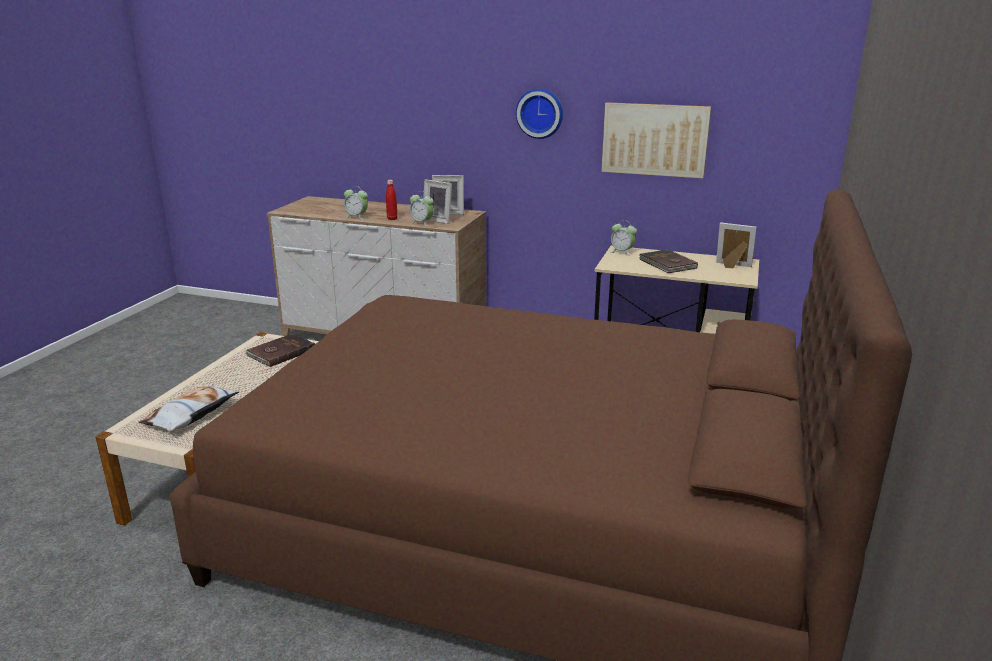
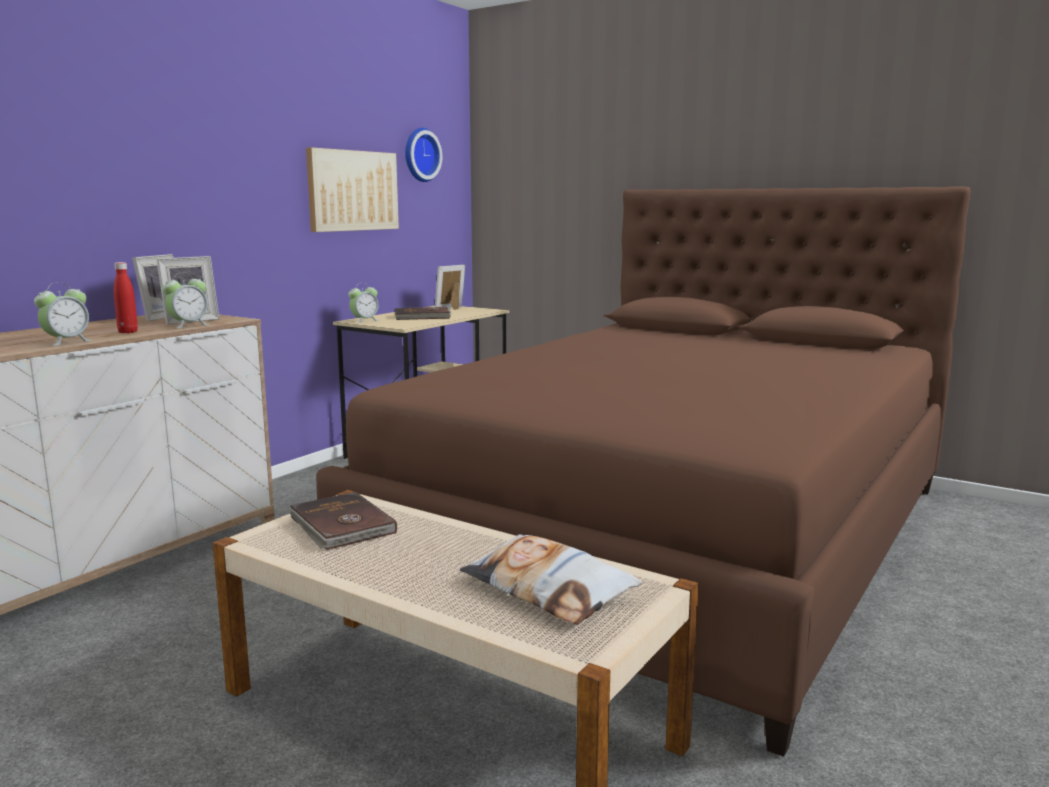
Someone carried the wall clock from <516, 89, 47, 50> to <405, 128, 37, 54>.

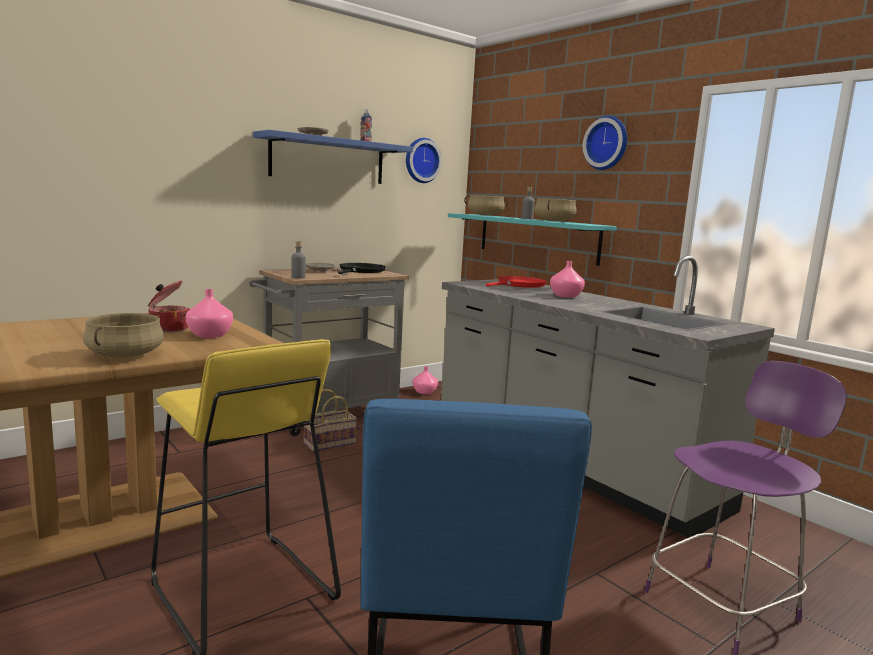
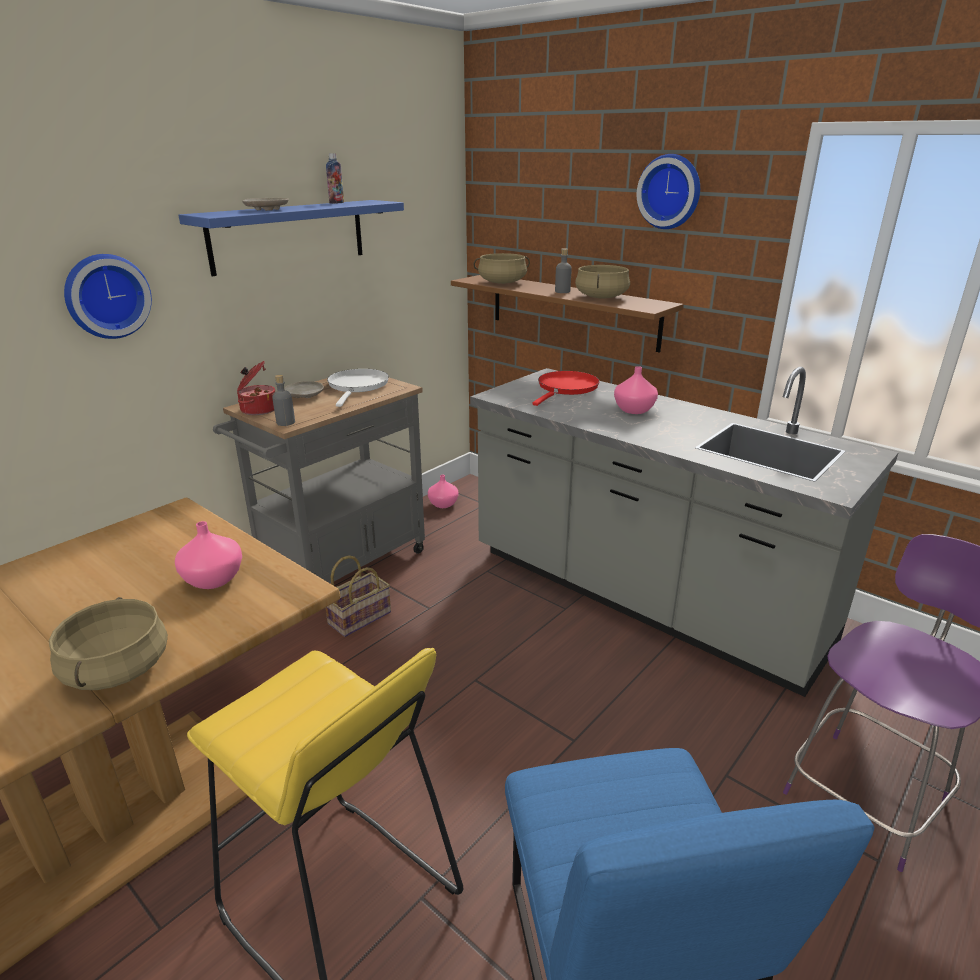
Someone carried the cooking pot from <147, 281, 43, 51> to <237, 361, 38, 54>.
Someone repainted the frying pan/black at <338, 263, 48, 11>, which became the frying pan/white at <327, 369, 62, 38>.
Someone carried the wall clock from <406, 138, 36, 45> to <64, 254, 88, 85>.
Someone repainted the shelf/turquoise at <448, 213, 169, 53>, which became the shelf/brown at <451, 275, 233, 78>.

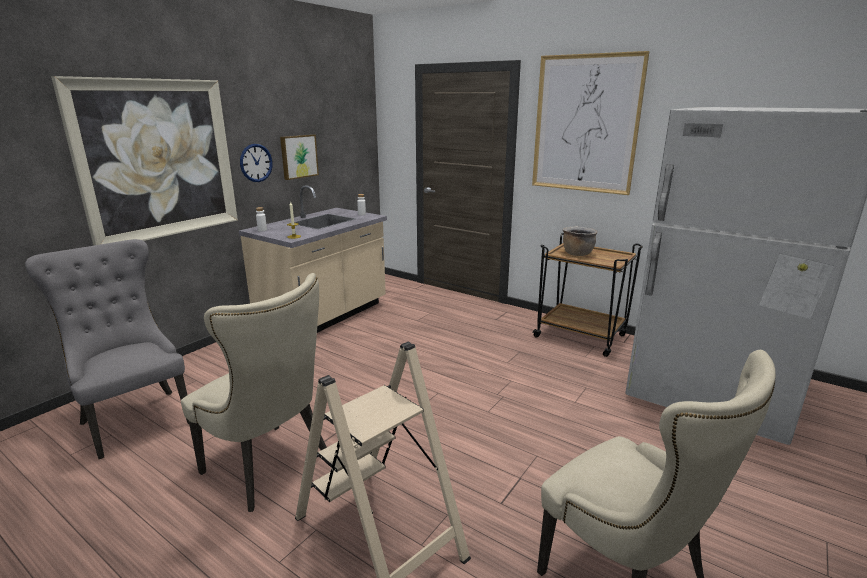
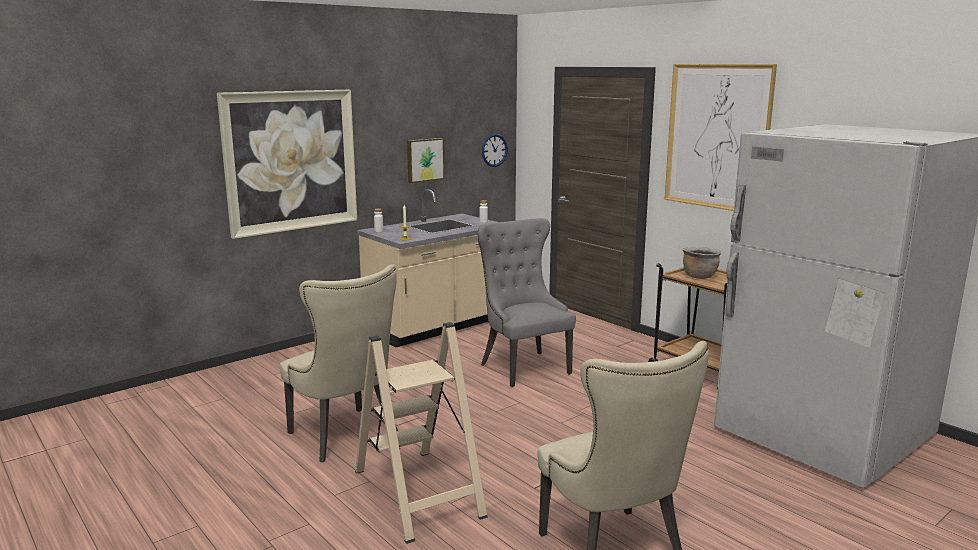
Someone carried the chair/grey from <25, 239, 164, 220> to <478, 218, 98, 169>.
Someone carried the wall clock from <240, 144, 33, 38> to <482, 134, 26, 33>.

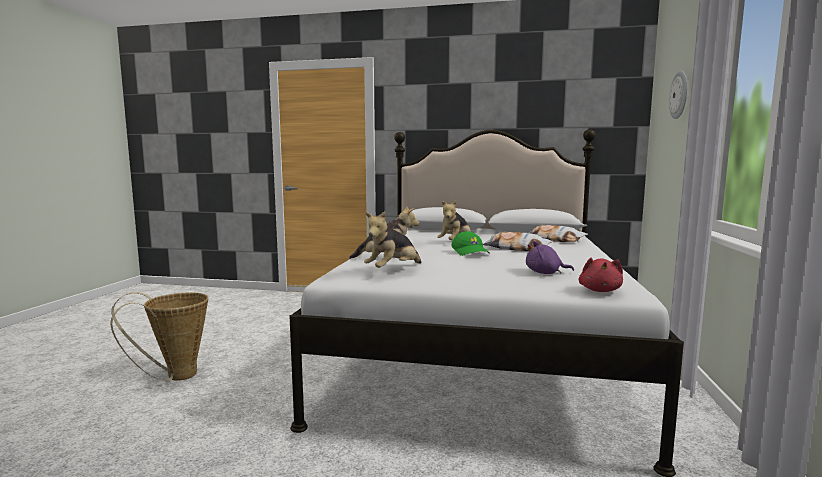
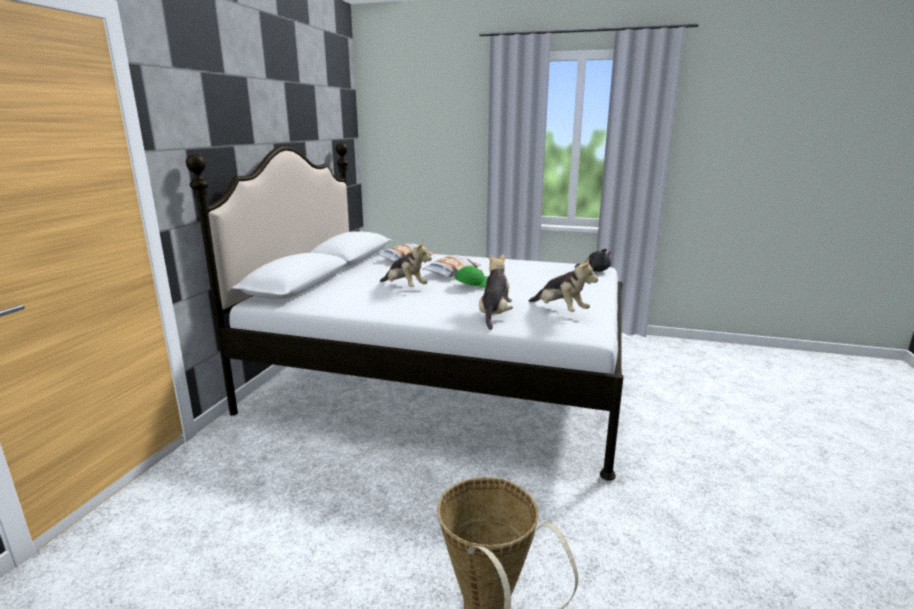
Someone took away the plush toy/purple at <526, 241, 48, 33>.
Someone repainted the plush toy/red at <579, 257, 44, 35>, which became the plush toy/black at <575, 249, 36, 23>.
Someone took away the wall clock at <669, 71, 19, 48>.

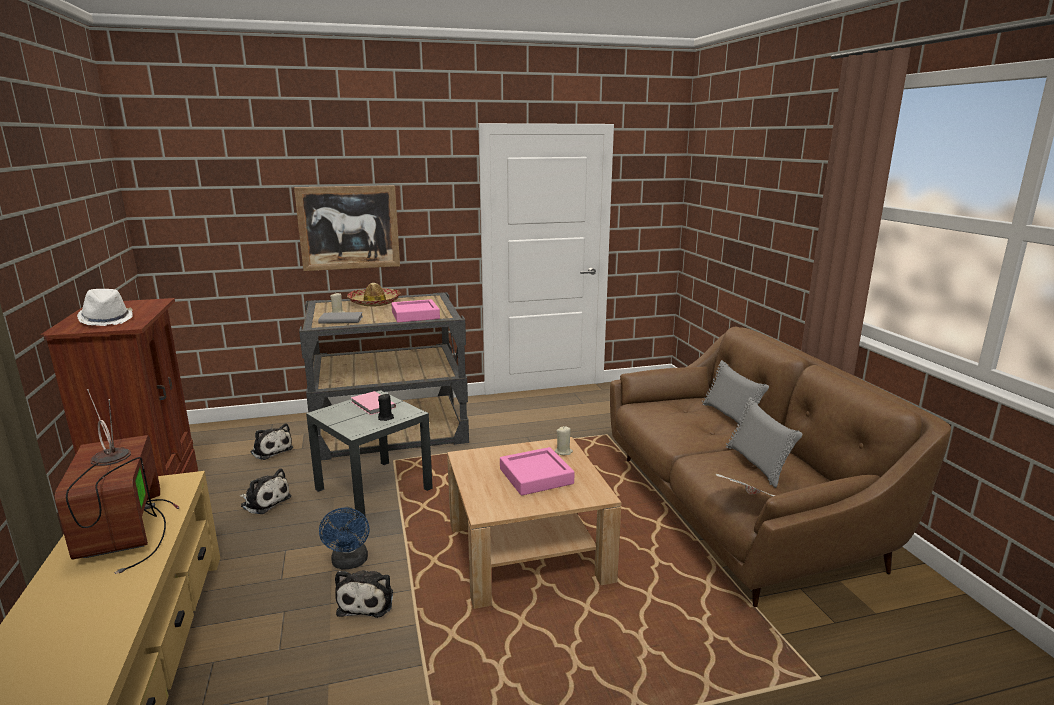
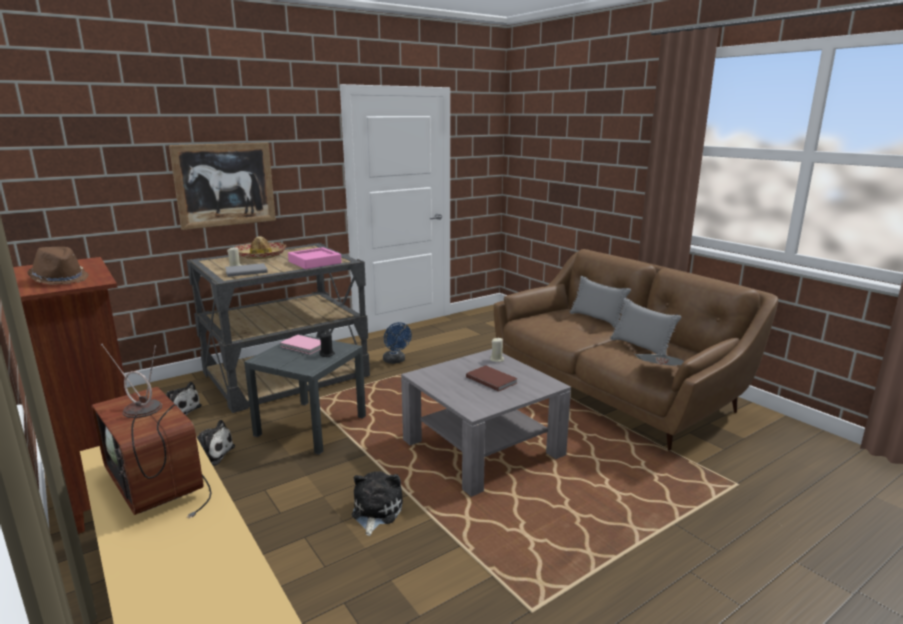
Someone repainted the hat/white at <77, 289, 56, 37>, which became the hat/brown at <27, 247, 62, 38>.
Someone carried the fan/blue from <319, 507, 50, 62> to <383, 322, 29, 42>.
Someone rotated the plush toy at <335, 570, 58, 48> by 150 degrees counterclockwise.
Someone repainted the coffee table/brown at <447, 437, 174, 172>, which became the coffee table/grey at <401, 349, 170, 148>.
Someone swapped the tray/pink at <500, 447, 75, 49> for the book/brown at <466, 365, 52, 27>.

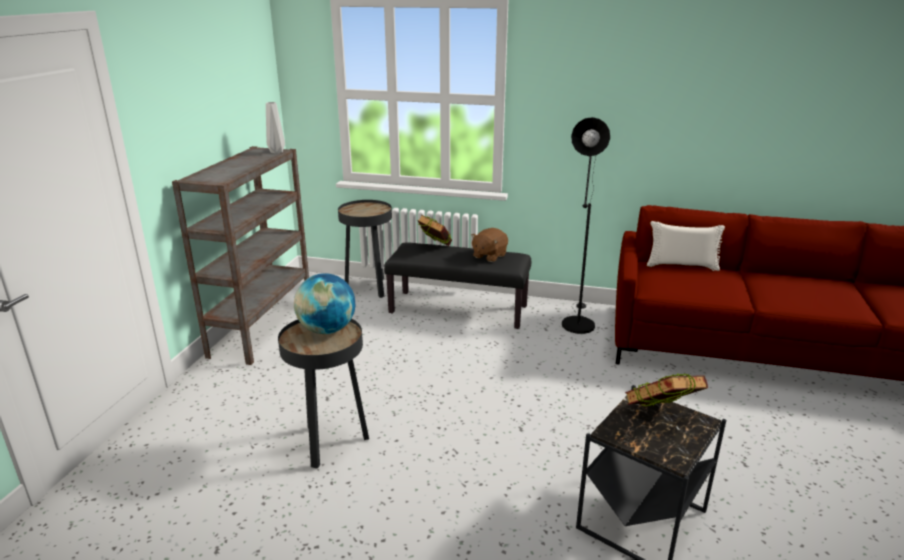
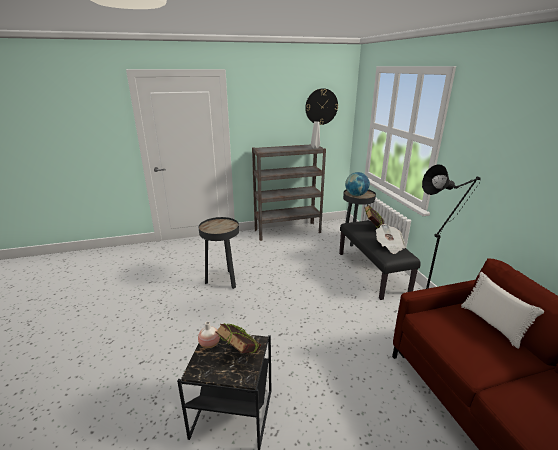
Someone carried the globe from <294, 273, 61, 61> to <345, 172, 25, 24>.
Someone swapped the plush toy/brown at <471, 228, 37, 34> for the newspaper at <376, 224, 30, 30>.
Someone put down the vase at <198, 321, 22, 27>.
Someone put up the wall clock at <305, 88, 33, 37>.

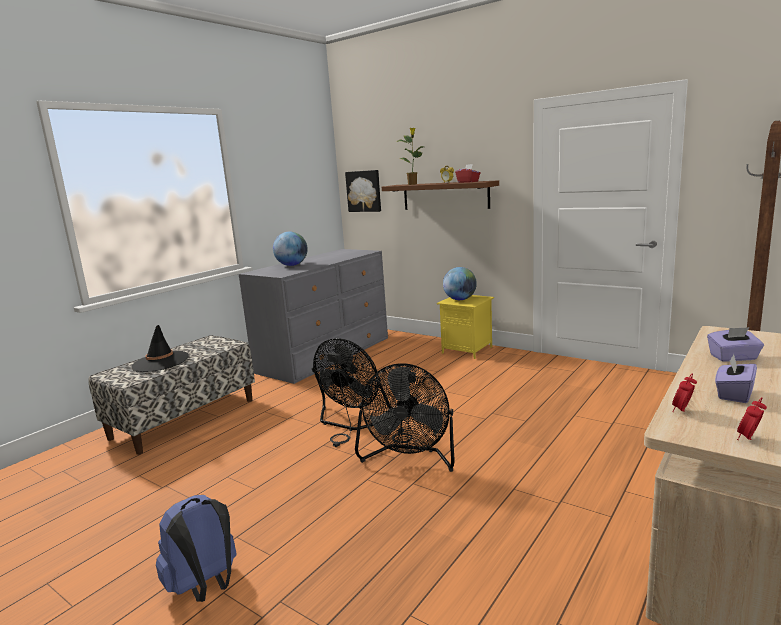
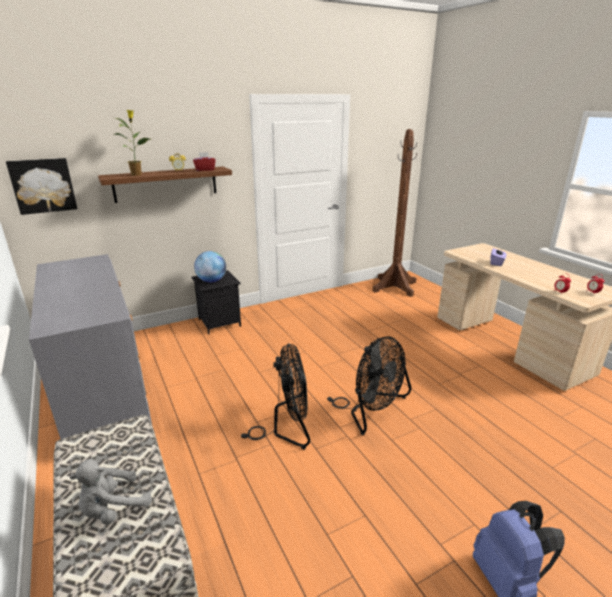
Someone swapped the hat/black at <131, 325, 58, 47> for the plush toy/grey at <70, 459, 82, 66>.
Someone took away the globe at <273, 232, 35, 34>.
Someone rotated the fan/black at <311, 339, 79, 108> by 120 degrees clockwise.
Someone repainted the nightstand/yellow at <437, 295, 57, 64>, which became the nightstand/black at <191, 270, 50, 64>.
Someone took away the tissue box/purple at <715, 354, 42, 49>.

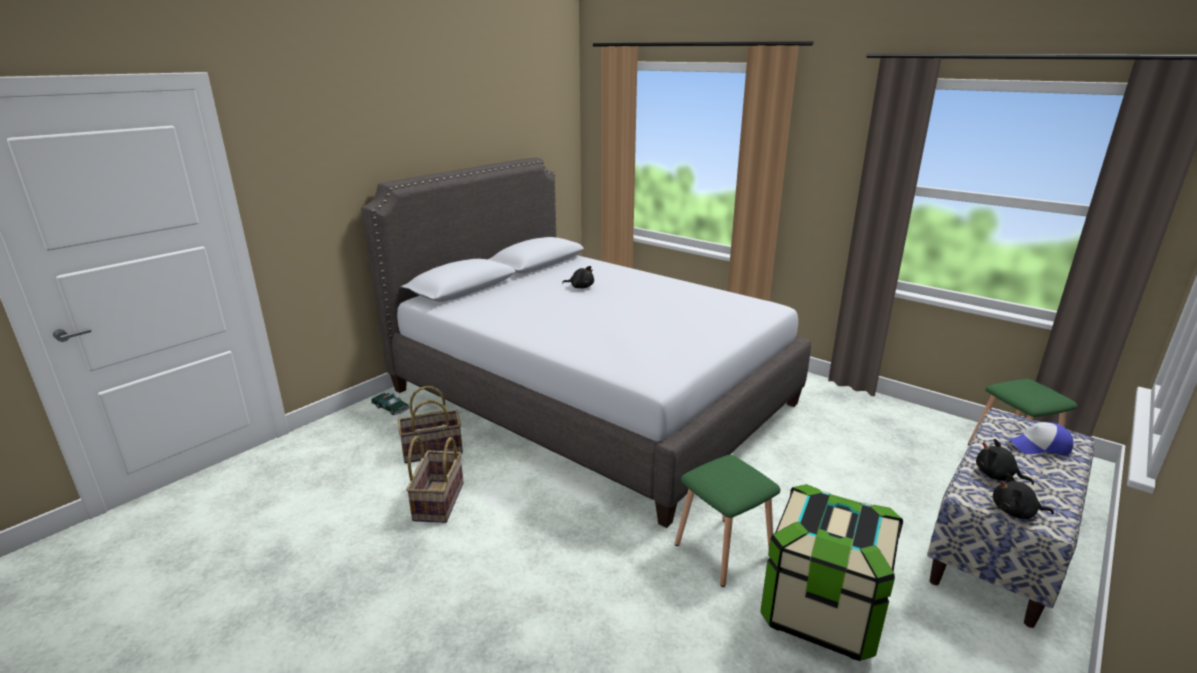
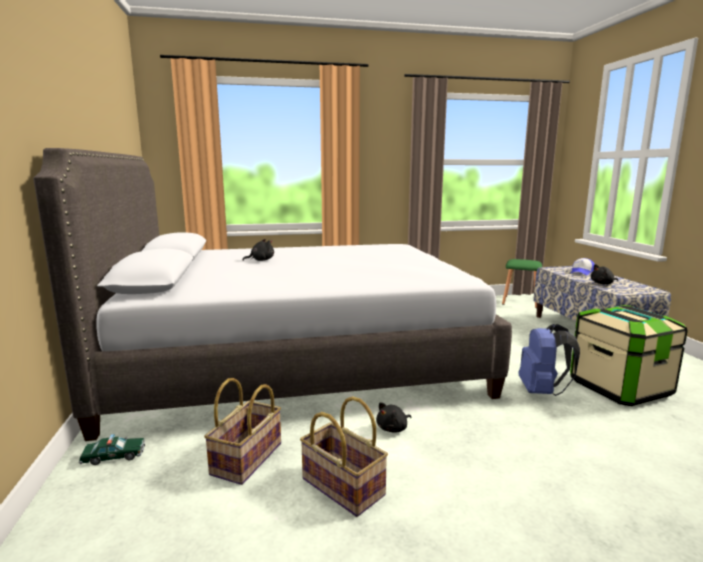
Someone swapped the stool/green at <675, 455, 105, 132> for the backpack/blue at <518, 324, 62, 72>.
Someone carried the plush toy/black from <993, 473, 61, 46> to <376, 402, 36, 30>.

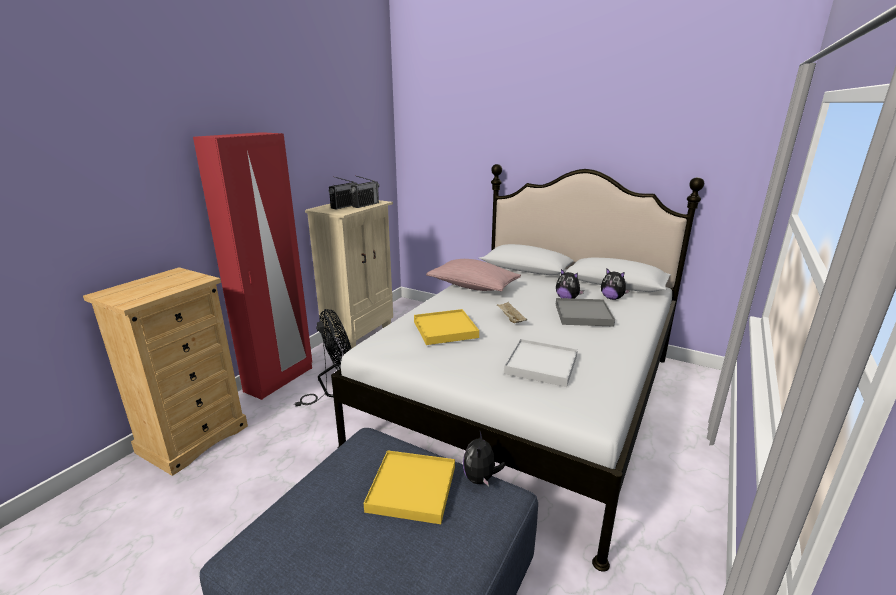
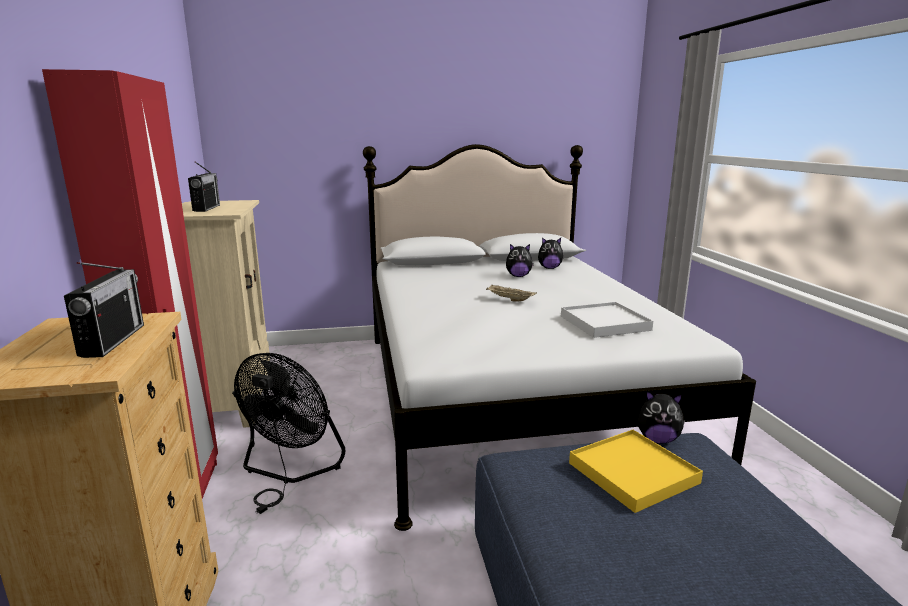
Someone carried the radio from <351, 175, 28, 33> to <64, 262, 80, 96>.
Someone took away the tray/yellow at <414, 309, 65, 36>.
Someone took away the pillow/pink at <426, 259, 95, 33>.
Someone rotated the plush toy at <463, 431, 43, 55> by 45 degrees counterclockwise.
Someone took away the tray/grey at <556, 298, 59, 29>.

